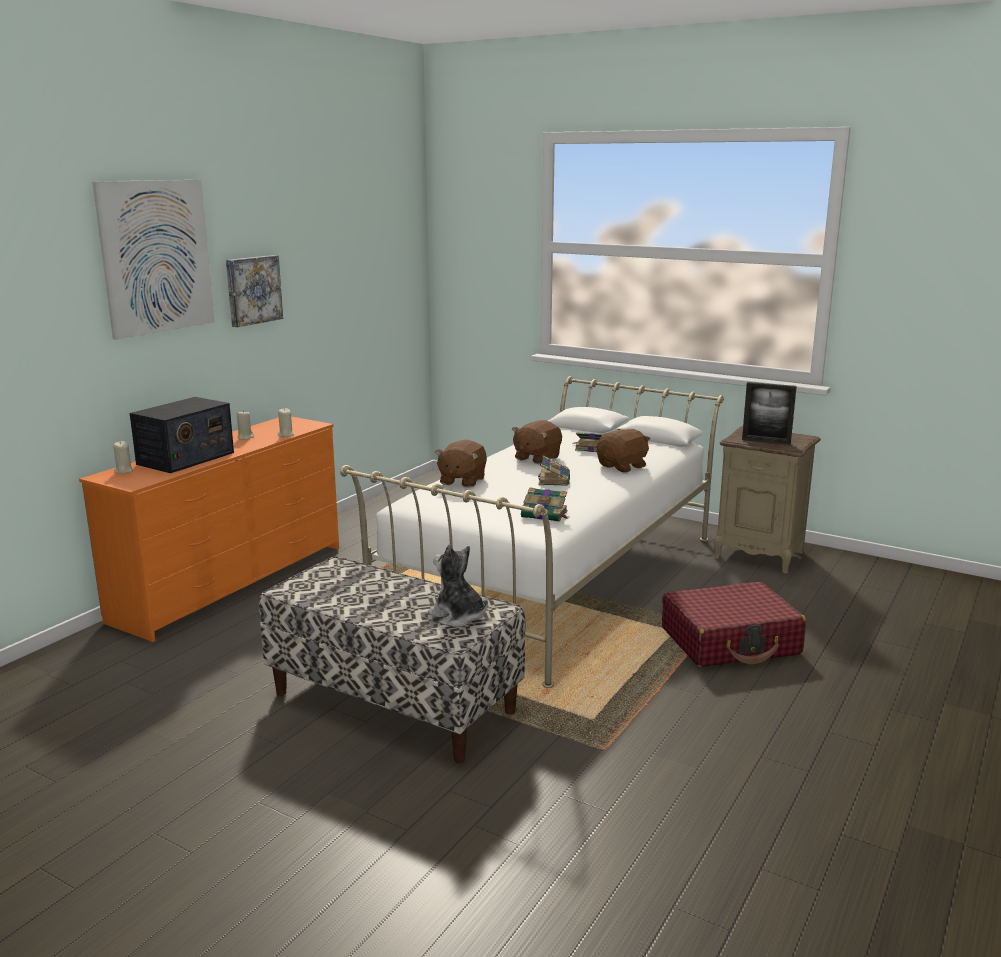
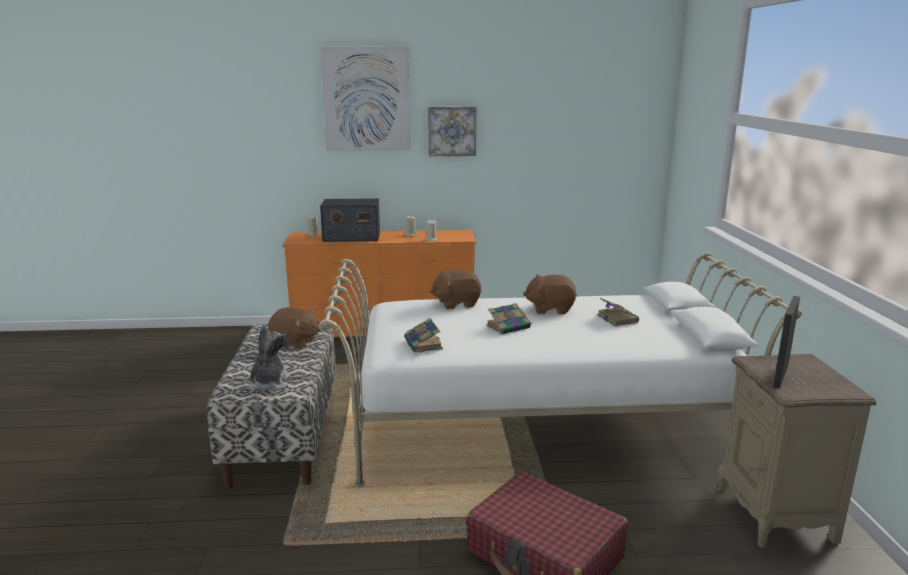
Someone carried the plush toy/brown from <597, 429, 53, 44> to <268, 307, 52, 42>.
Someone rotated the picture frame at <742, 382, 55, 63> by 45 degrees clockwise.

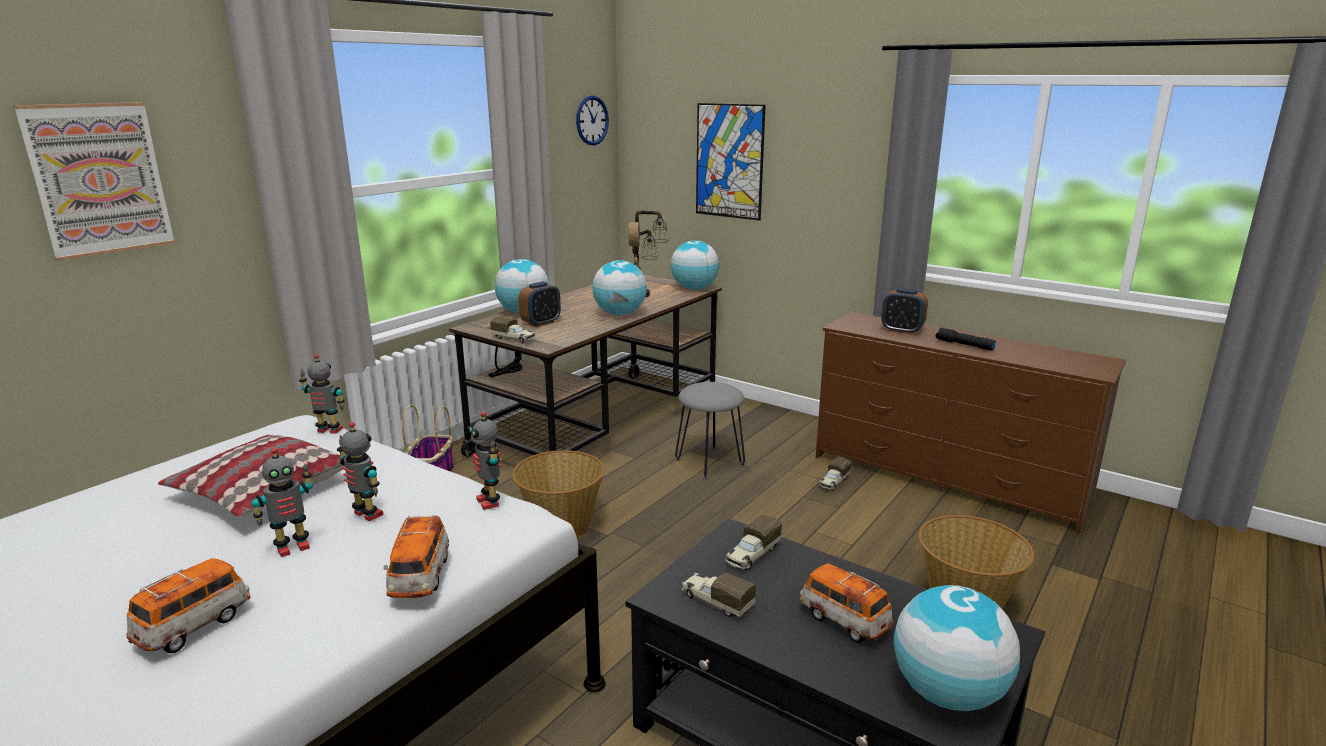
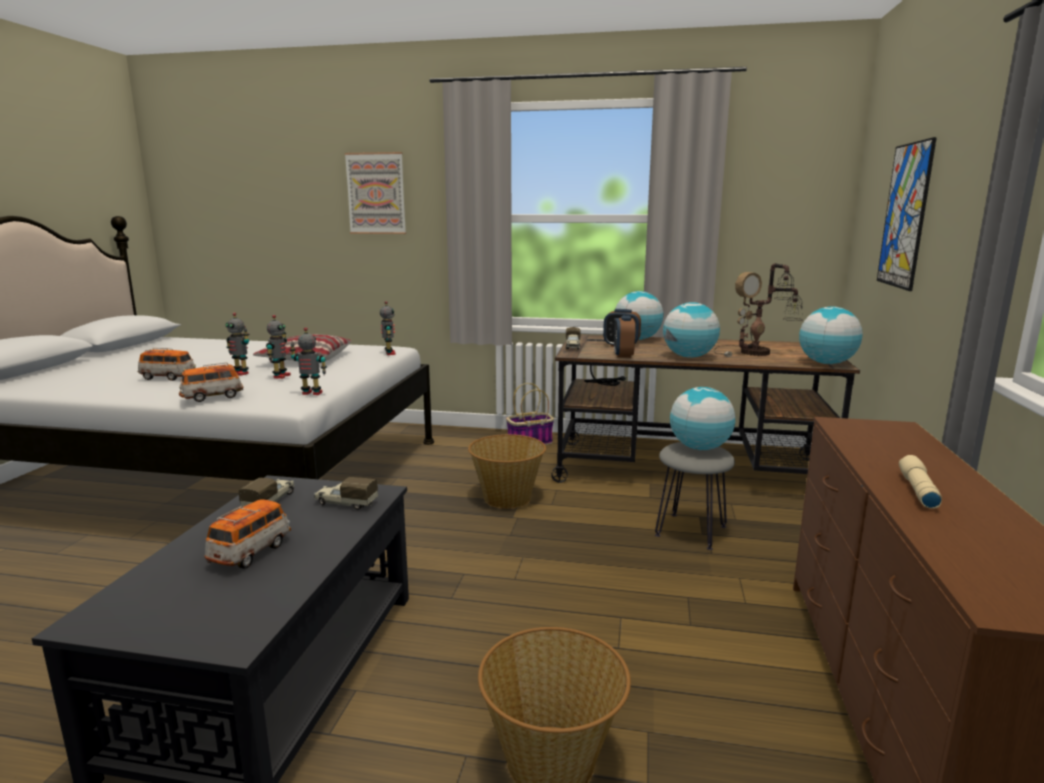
Someone rotated the toy robot at <469, 411, 33, 99> by 60 degrees clockwise.
Someone took away the wall clock at <576, 95, 33, 50>.
Someone took away the toy truck at <818, 457, 34, 34>.
Someone carried the alarm clock from <882, 288, 46, 46> to <614, 315, 21, 43>.
Someone carried the globe from <894, 585, 126, 126> to <670, 387, 65, 63>.
Someone repainted the flashlight/black at <936, 328, 60, 22>, which became the flashlight/beige at <899, 455, 43, 53>.

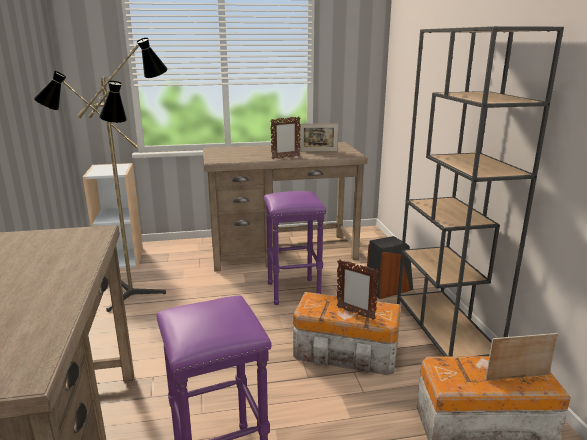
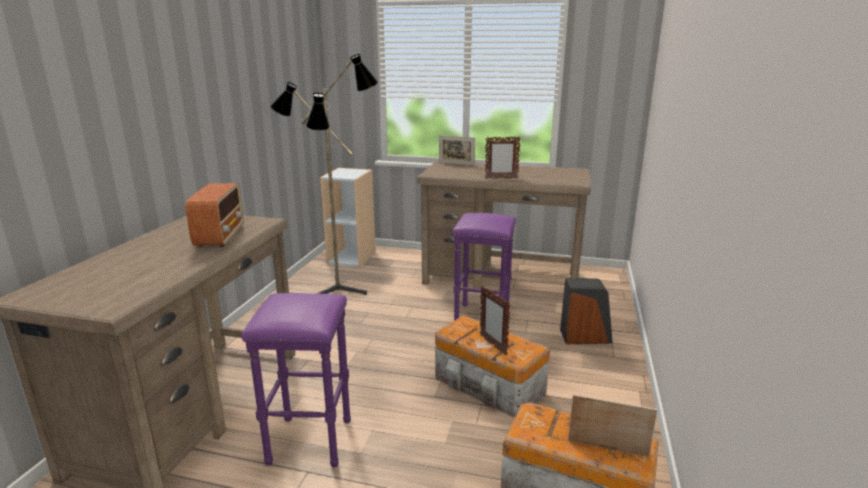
Someone carried the picture frame from <299, 123, 39, 28> to <439, 135, 36, 30>.
Someone took away the bookcase at <397, 26, 167, 332>.
Someone put down the radio at <185, 183, 59, 64>.

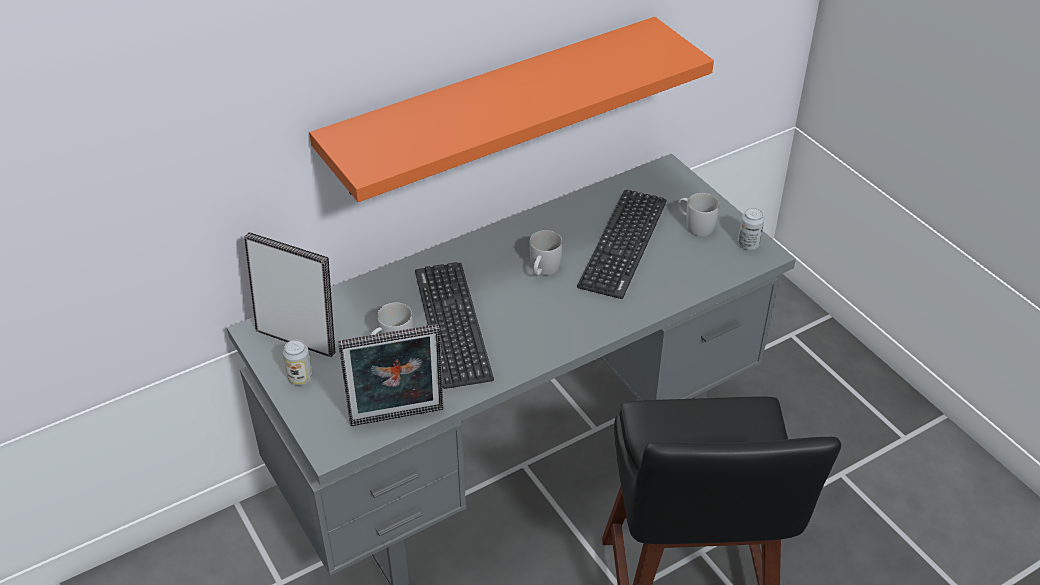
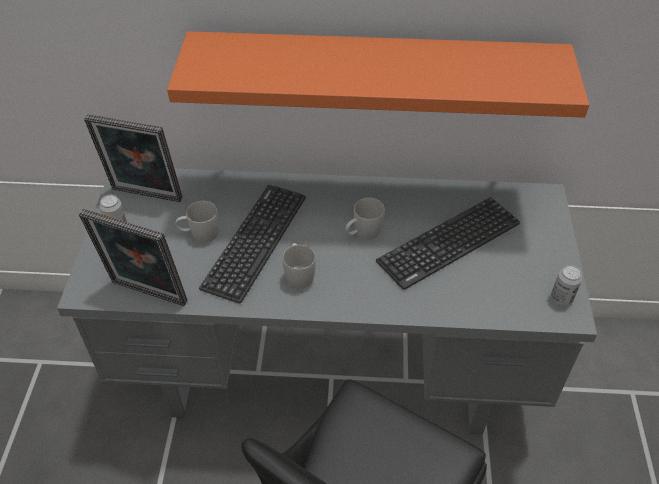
Someone rotated the picture frame at <244, 232, 91, 125> by 135 degrees clockwise.
Someone carried the mug/white from <678, 193, 41, 43> to <283, 243, 33, 46>.

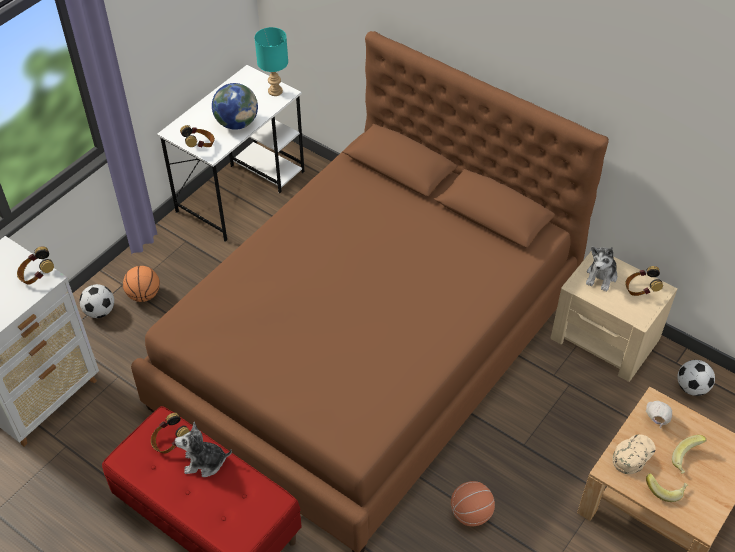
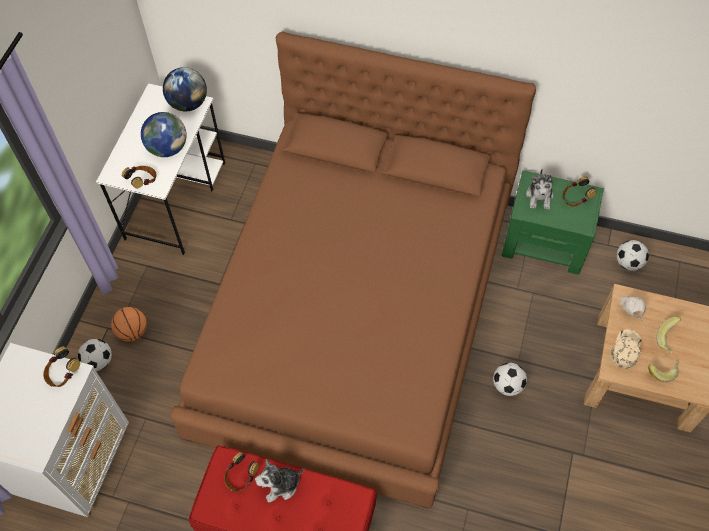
Someone swapped the table lamp/turquoise at <255, 27, 33, 69> for the globe at <163, 67, 44, 44>.
Someone took away the basketball at <451, 481, 44, 45>.
Someone repainted the nightstand/beige at <551, 247, 126, 135>, which became the nightstand/green at <502, 170, 102, 105>.
Someone put down the football at <493, 363, 34, 33>.

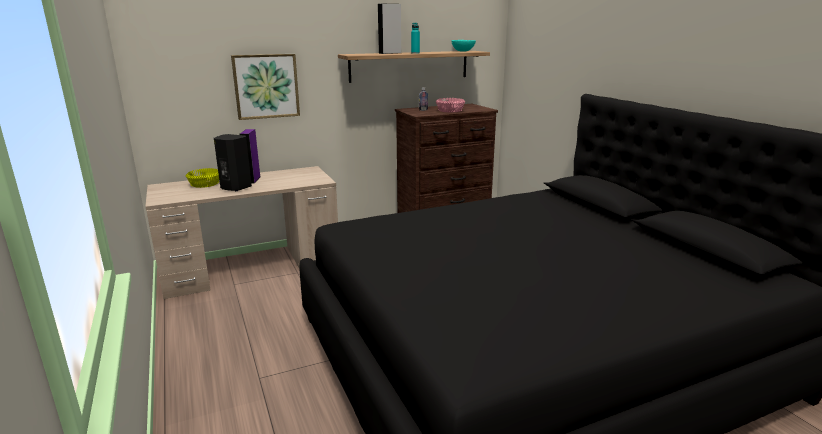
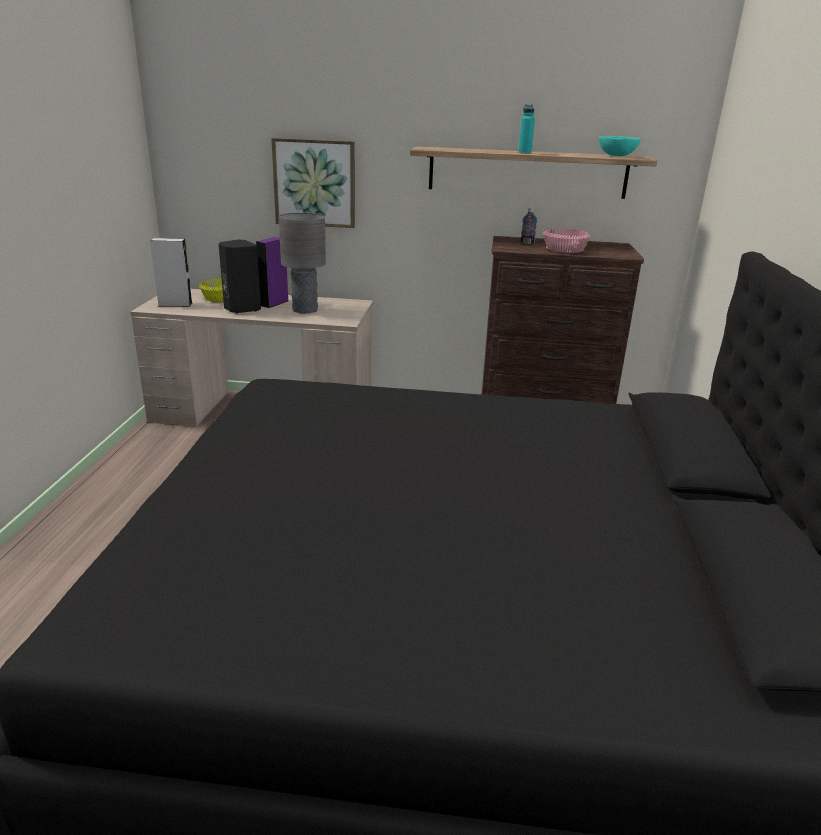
Someone carried the speaker/grey from <378, 4, 23, 50> to <150, 238, 42, 69>.
Someone put down the table lamp/grey at <278, 213, 48, 101>.

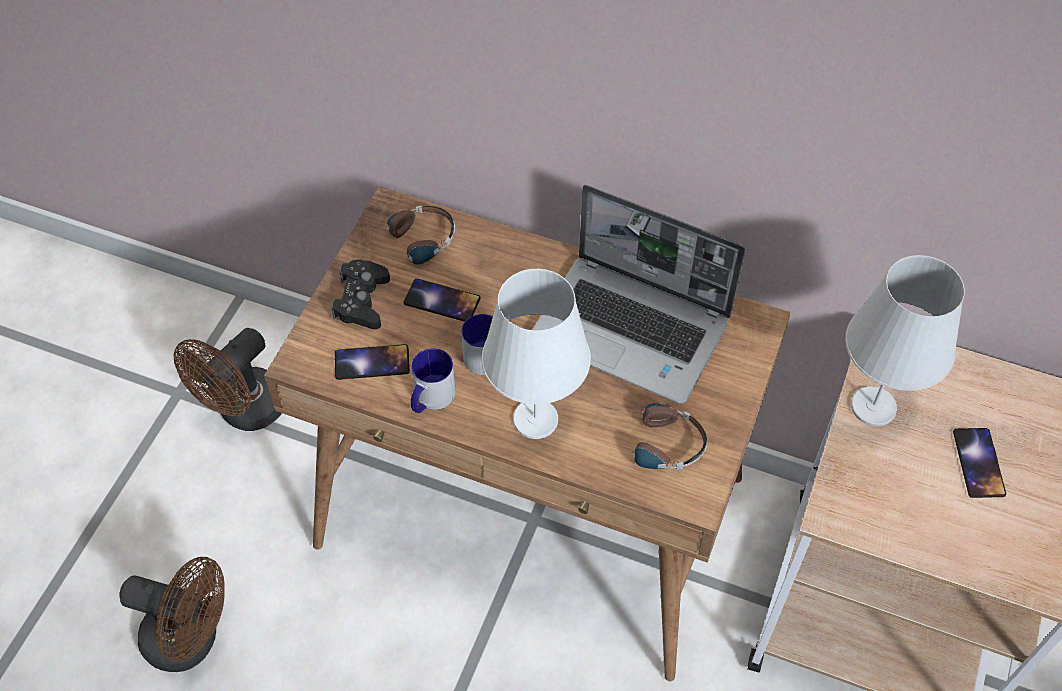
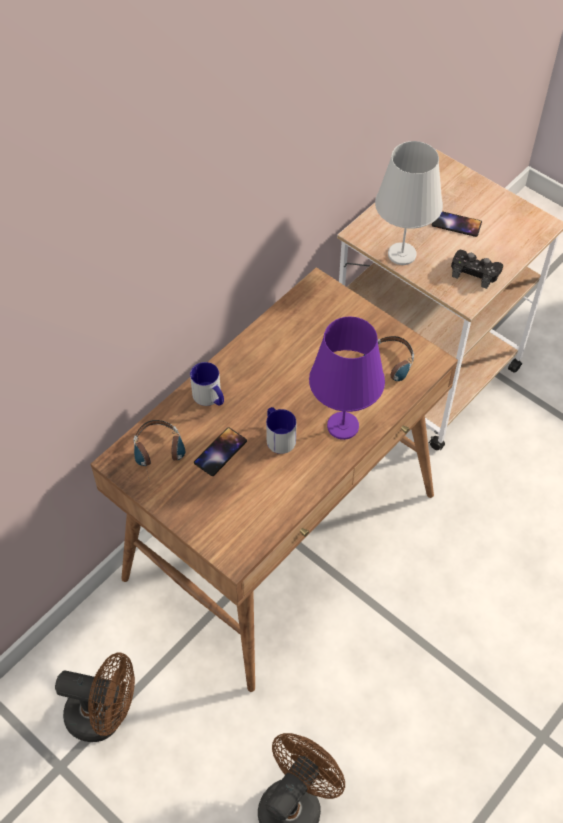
Someone rotated the fan/brown at <174, 328, 108, 103> by 45 degrees counterclockwise.
Someone carried the game controller/black from <331, 259, 59, 70> to <451, 250, 52, 39>.
Someone took away the phone at <335, 344, 75, 36>.
Someone carried the mug from <411, 348, 45, 65> to <190, 362, 34, 44>.
Someone repainted the table lamp/white at <481, 269, 110, 170>, which became the table lamp/purple at <309, 317, 76, 123>.
Someone took away the laptop at <532, 185, 214, 219>.

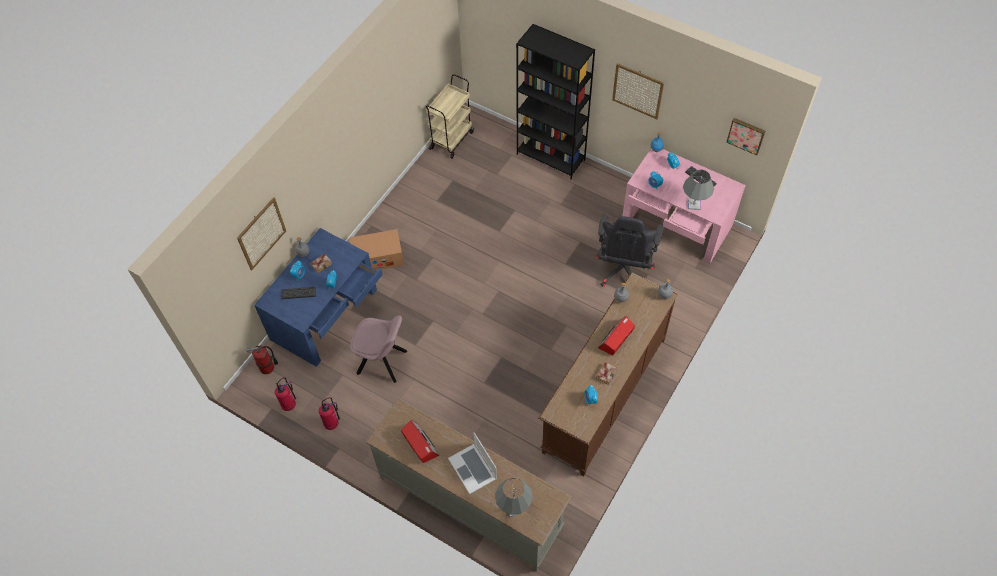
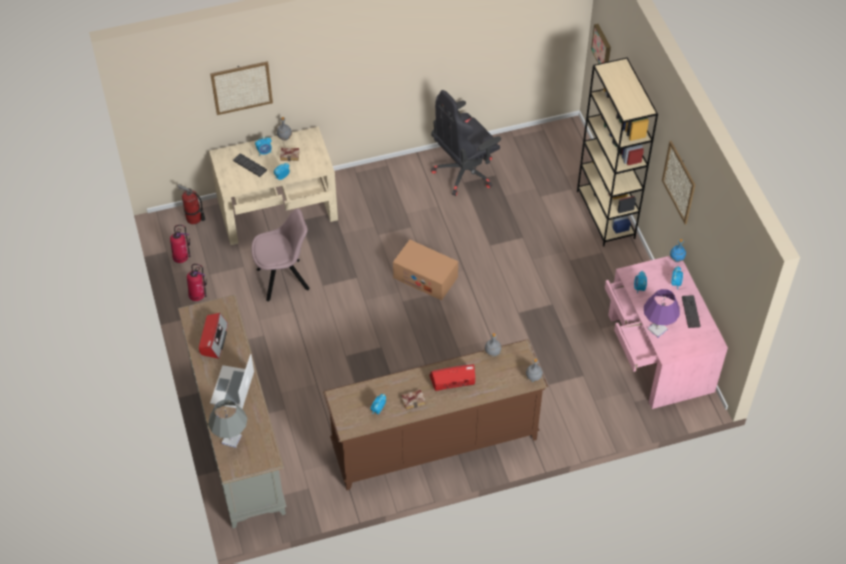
Someone repainted the desk/blue at <254, 228, 129, 139>, which became the desk/beige at <209, 127, 129, 118>.
Someone carried the cardboard box from <349, 229, 55, 41> to <393, 240, 65, 61>.
Someone rotated the chair/pink at <350, 315, 57, 68> by 75 degrees counterclockwise.
Someone took away the cart/beige at <426, 74, 48, 85>.
Someone repainted the bookcase/black at <516, 24, 79, 156>, which became the bookcase/beige at <577, 57, 81, 190>.
Someone carried the office chair/black from <596, 214, 67, 73> to <431, 90, 70, 106>.
Someone repainted the table lamp/grey at <683, 169, 31, 41>, which became the table lamp/purple at <644, 289, 36, 48>.
Someone carried the picture from <726, 118, 39, 37> to <591, 24, 20, 40>.

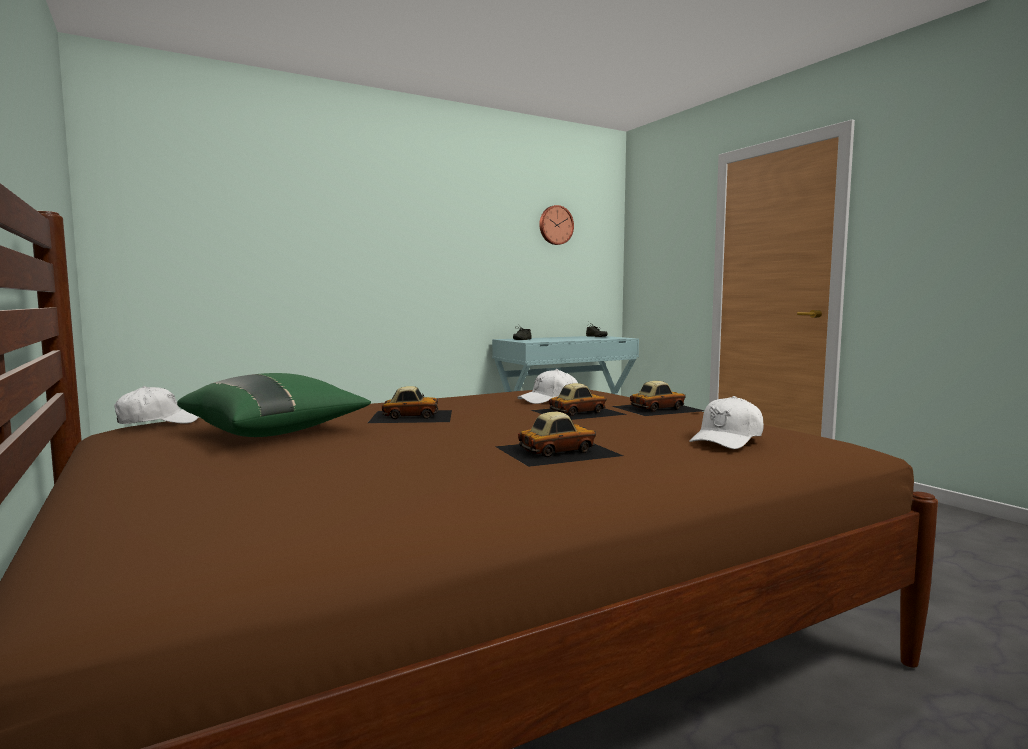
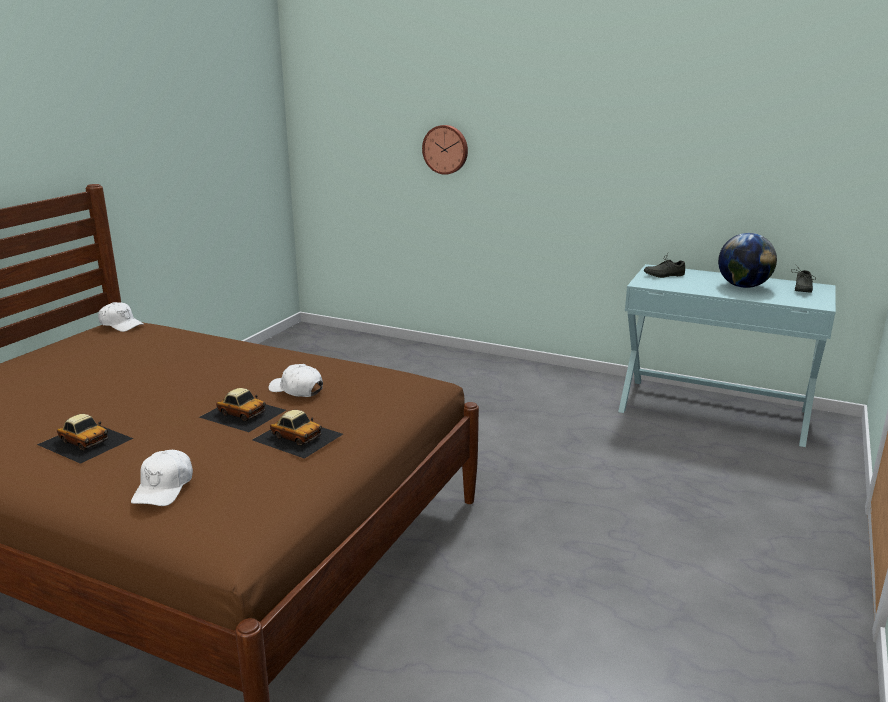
Someone took away the pillow/green at <177, 373, 194, 64>.
Someone took away the toy car at <368, 386, 84, 37>.
Someone carried the wall clock from <539, 205, 35, 40> to <422, 125, 46, 50>.
Someone rotated the cap/white at <689, 396, 75, 53> by 90 degrees counterclockwise.
Someone put down the globe at <718, 233, 59, 55>.

